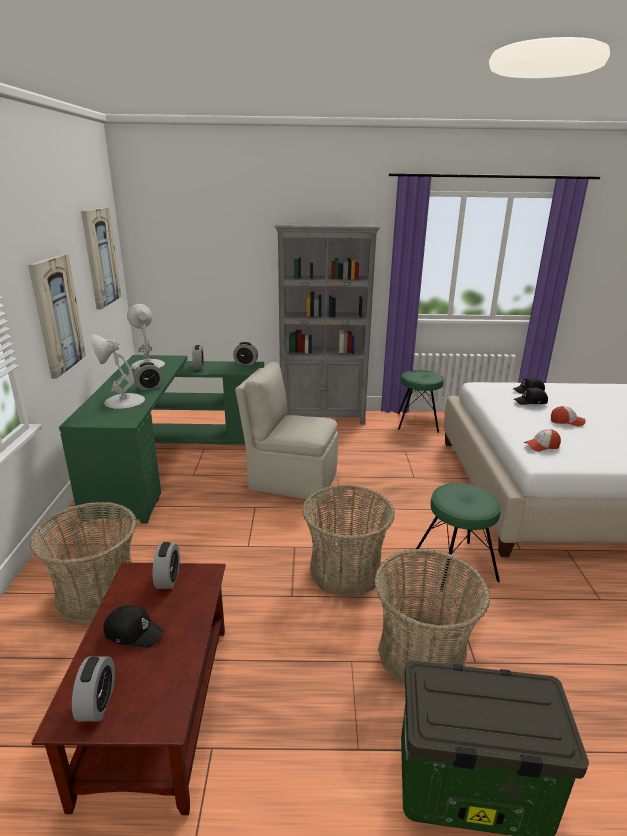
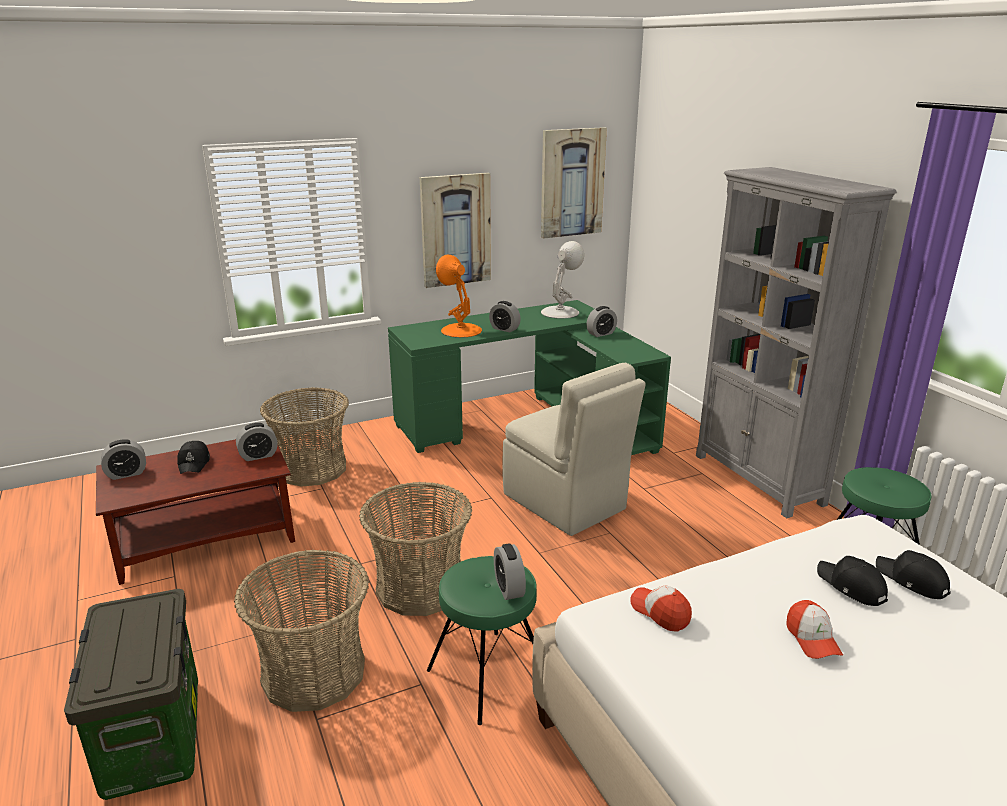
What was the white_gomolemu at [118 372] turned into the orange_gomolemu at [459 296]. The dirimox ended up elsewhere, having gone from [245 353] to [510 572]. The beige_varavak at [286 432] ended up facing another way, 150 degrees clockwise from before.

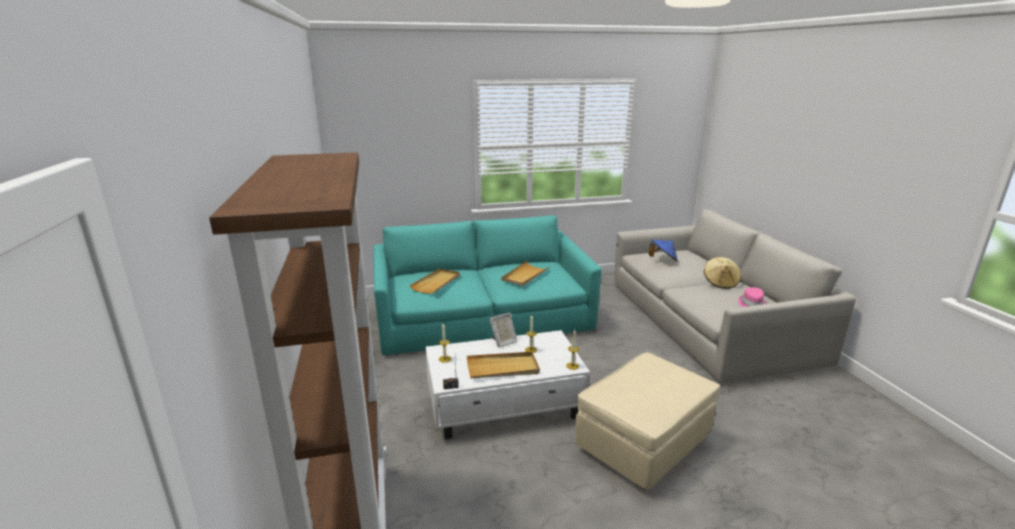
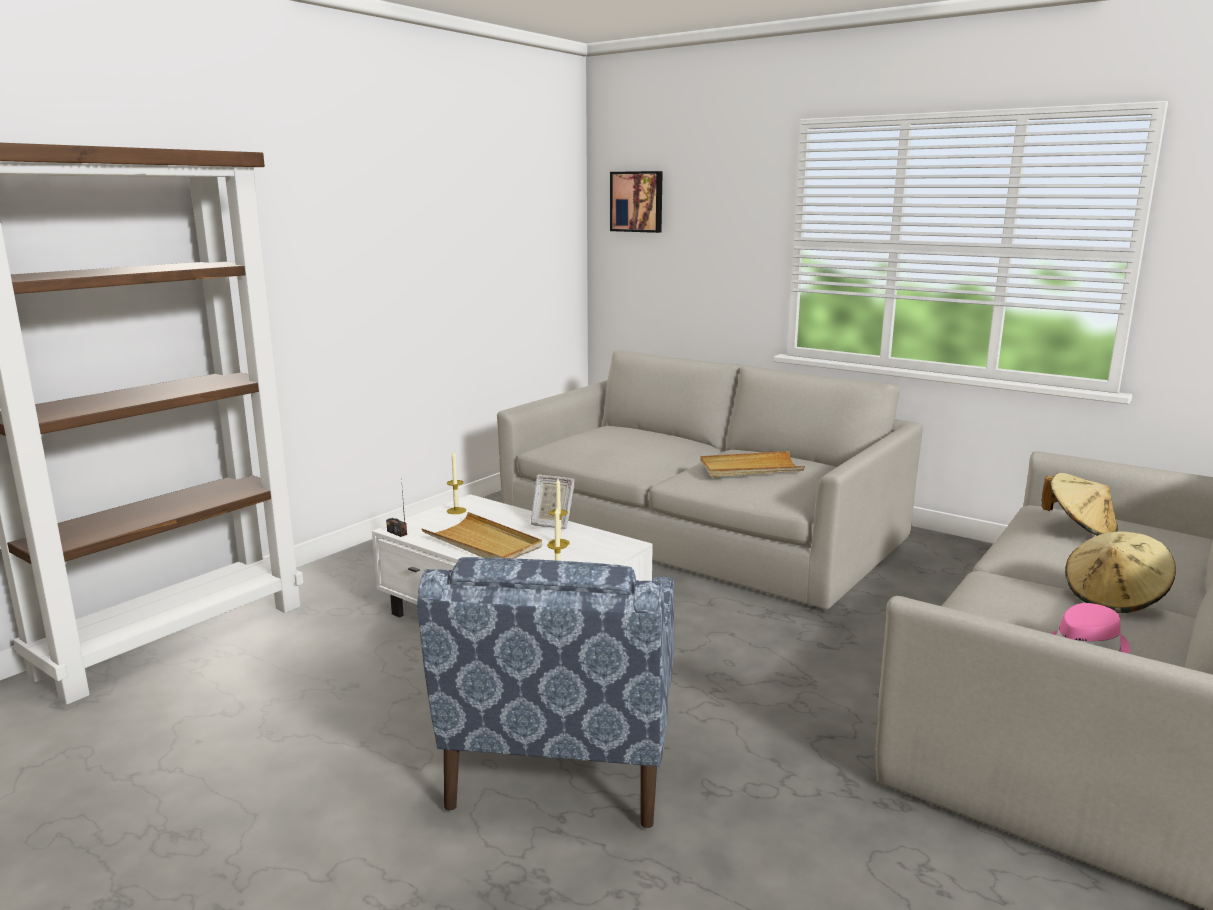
Where the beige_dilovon stood at [647 421], the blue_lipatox came to stand at [545 692]. What was the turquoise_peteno at [487 285] turned into the grey_peteno at [710 480]. The second view gained the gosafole at [636 202]. What was the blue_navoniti at [663 250] turned into the beige_navoniti at [1079 504]. The second view lost the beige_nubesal at [434 281].

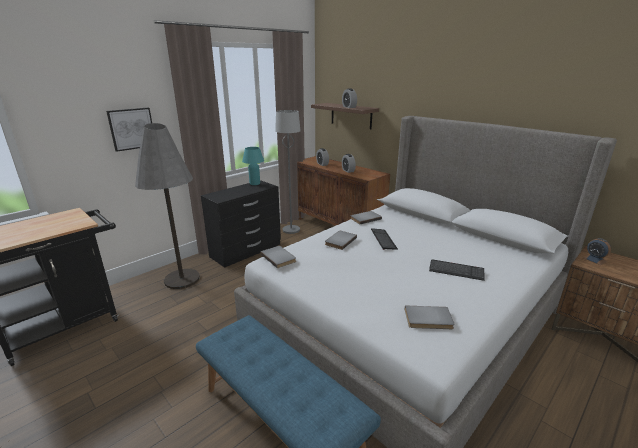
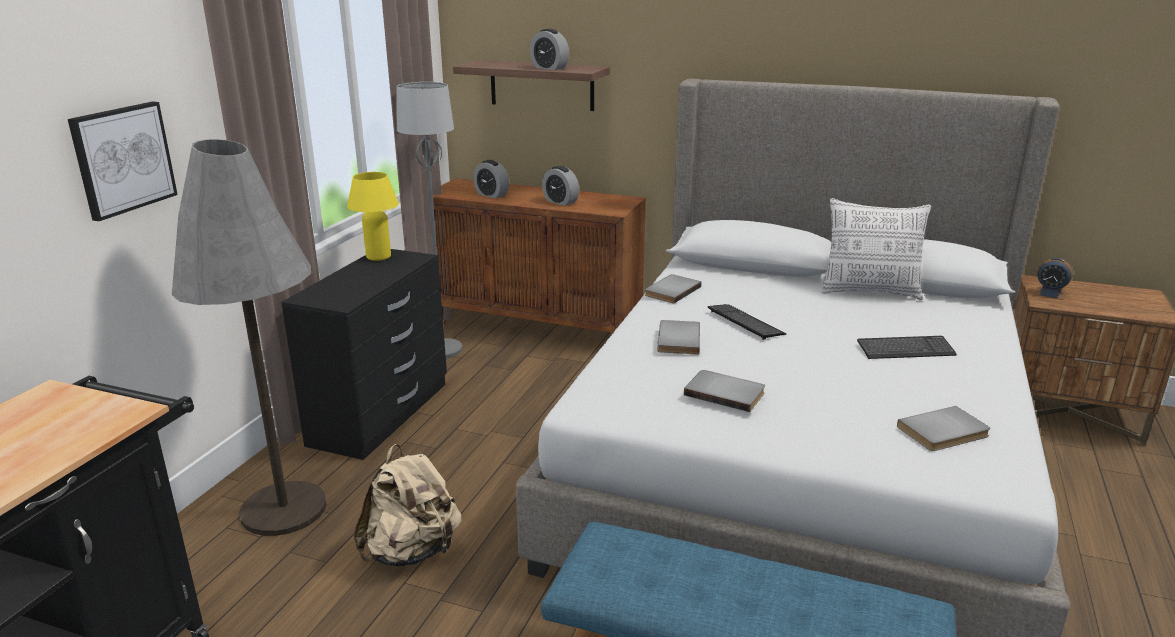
What was the turquoise_gomolemu at [253 166] turned into the yellow_gomolemu at [373 216]. The second view gained the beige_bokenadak at [408 505]. The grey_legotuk ended up elsewhere, having gone from [278 257] to [724 391]. The second view gained the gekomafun at [876 249].

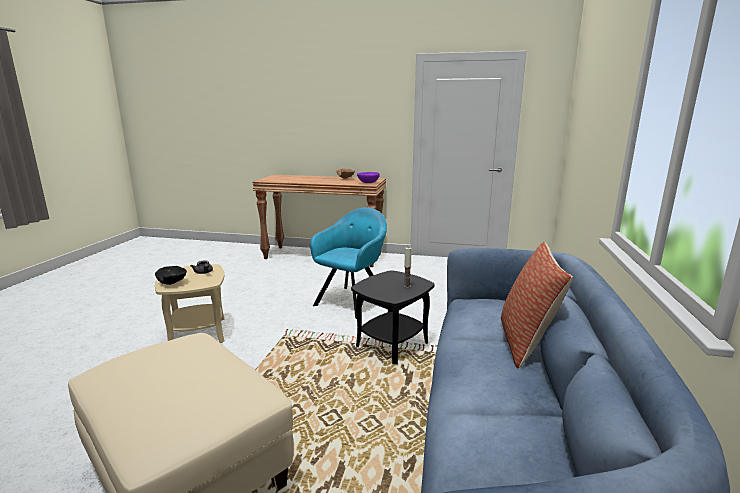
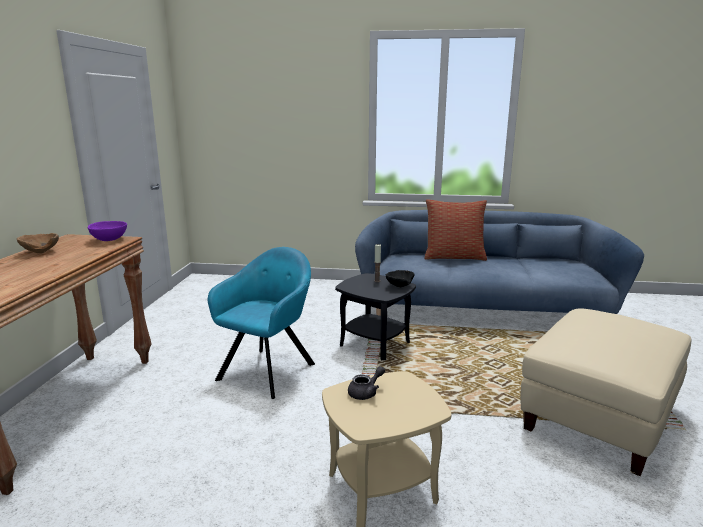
The turquoise_lipatox at [348 263] ended up facing another way, 90 degrees clockwise from before. The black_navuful ended up elsewhere, having gone from [171 275] to [400 278].

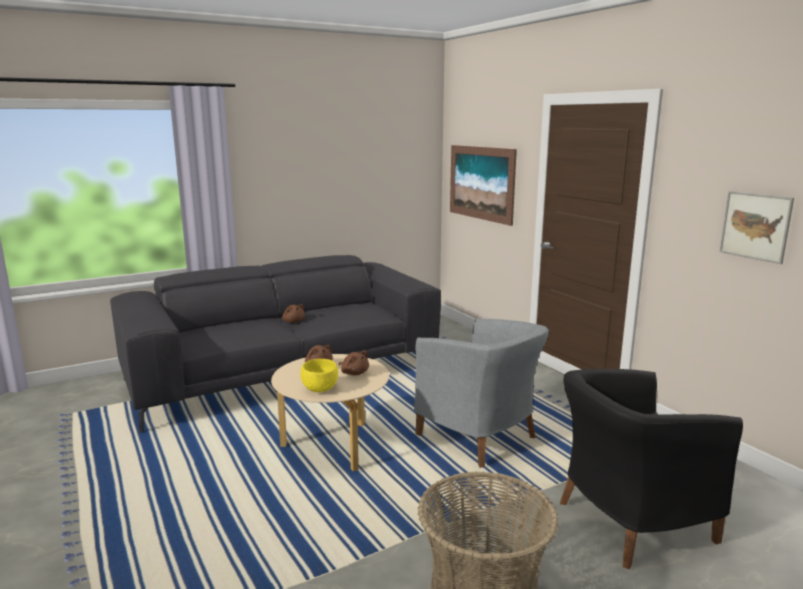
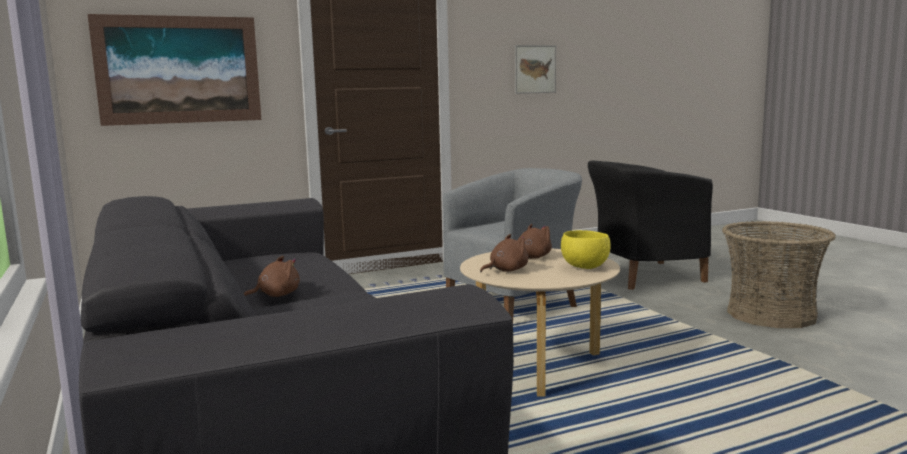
The black_lipatox at [651 469] ended up facing another way, 90 degrees clockwise from before.

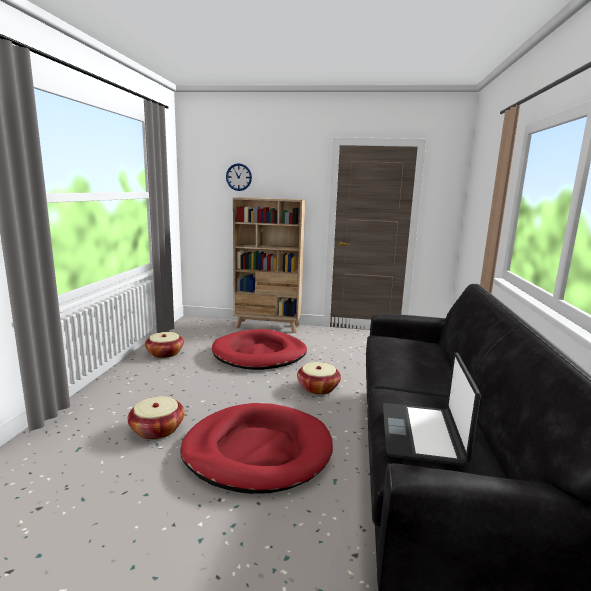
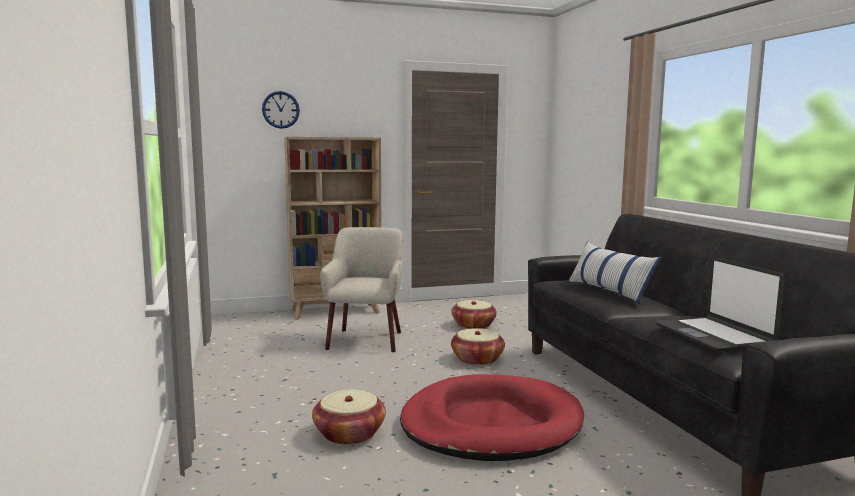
Where the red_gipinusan stood at [259 349], the beige_lipatox came to stand at [361 289]. The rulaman ended up elsewhere, having gone from [164 345] to [474 314]. The second view gained the gekomafun at [614 272].

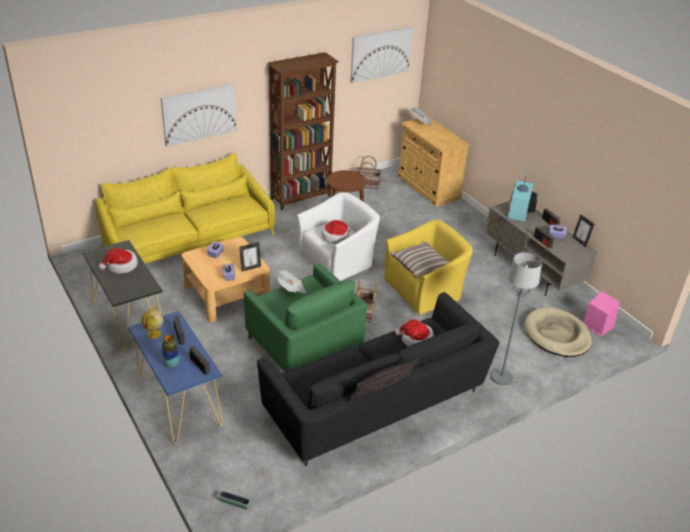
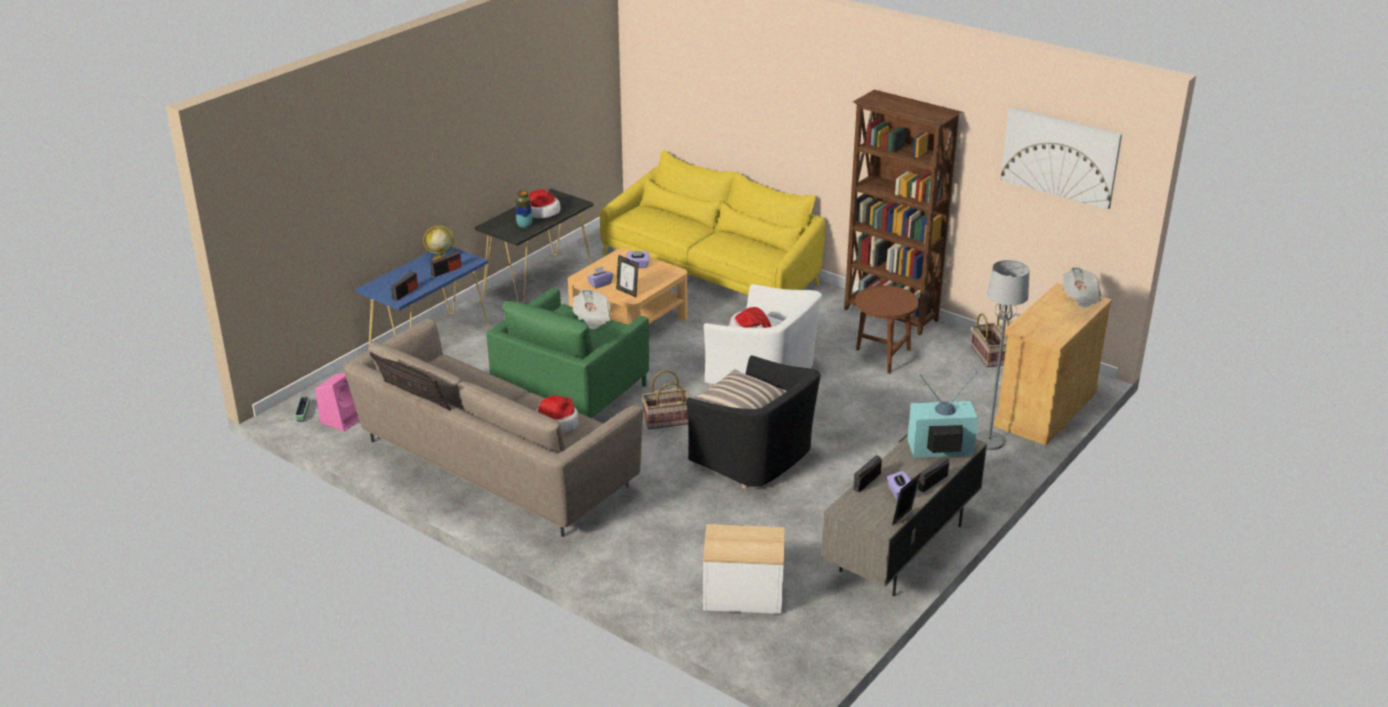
The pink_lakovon ended up elsewhere, having gone from [601 314] to [337 401]. What was the black_peteno at [378 379] turned into the beige_peteno at [493 427]. The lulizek ended up elsewhere, having gone from [170 351] to [524 209]. What was the yellow_lipatox at [428 268] turned into the black_lipatox at [753 422]. Where the beige_gipinusan stood at [558 332], the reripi came to stand at [744 569]. The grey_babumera ended up elsewhere, having gone from [516 318] to [1003 355]. The second view lost the gosafole at [198 115].

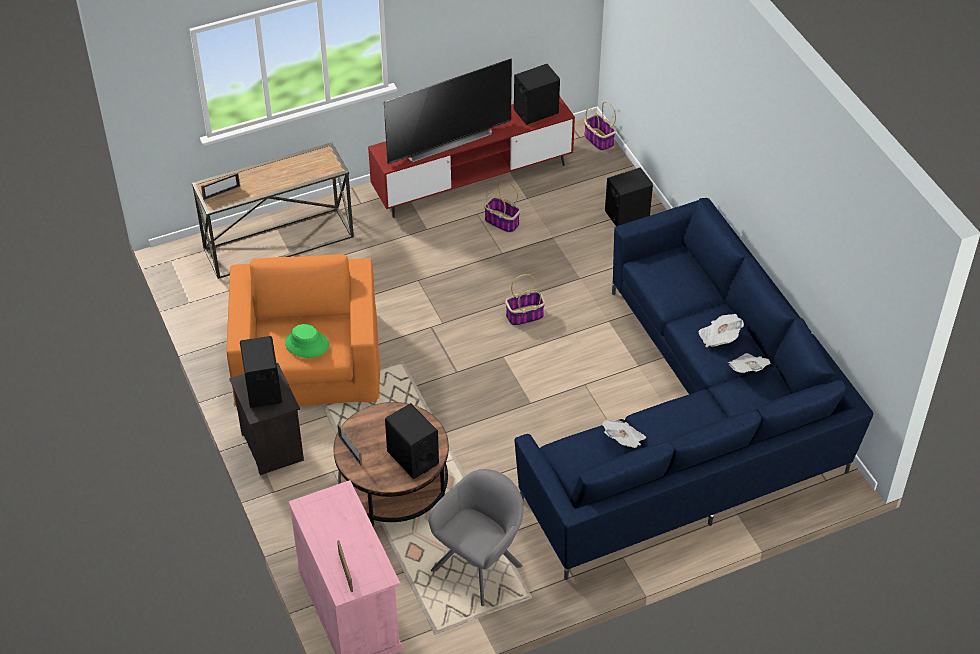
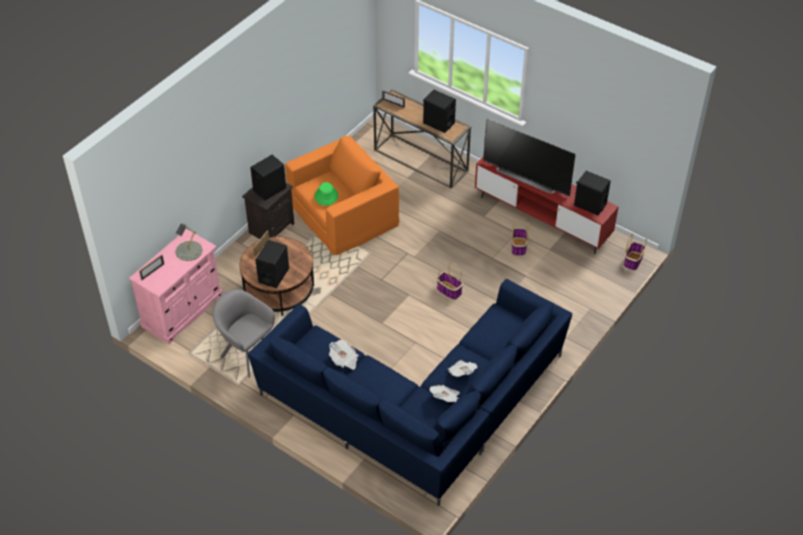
The second view gained the grey_gomolemu at [189 242]. The grey_lipatox at [476 537] ended up facing another way, 150 degrees counterclockwise from before. The black_lakovon ended up elsewhere, having gone from [629 197] to [439 111].

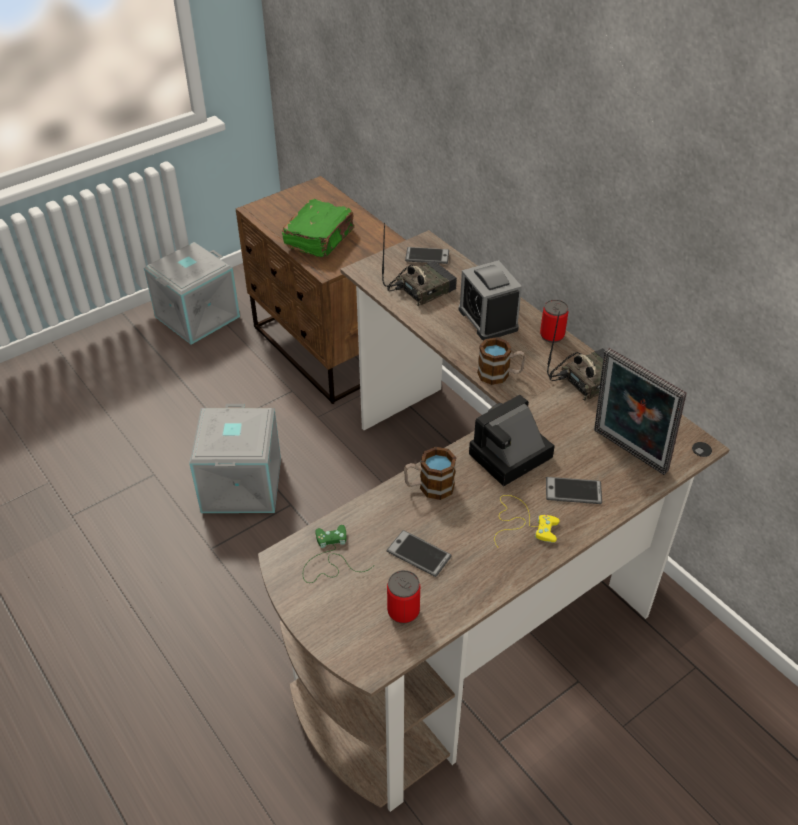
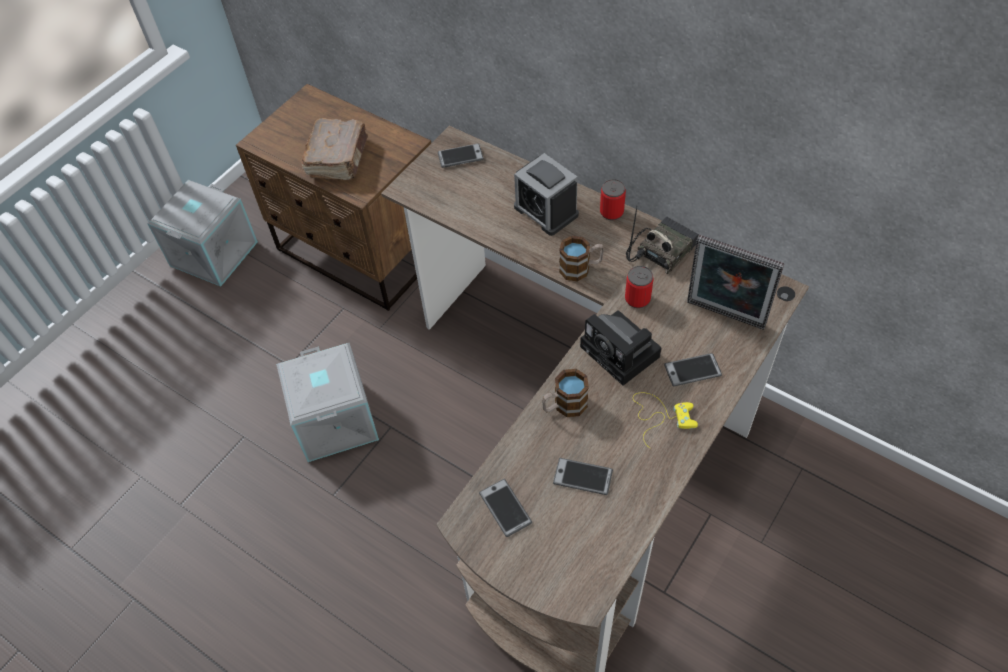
What was the green_legotuk at [318 228] turned into the brown_legotuk at [335 149]. Where the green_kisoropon stood at [338 554], the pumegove came to stand at [505 508]. The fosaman at [512 441] ended up facing another way, 75 degrees counterclockwise from before. The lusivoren ended up elsewhere, having gone from [403 597] to [639 287]. The second view lost the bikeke at [419 264].

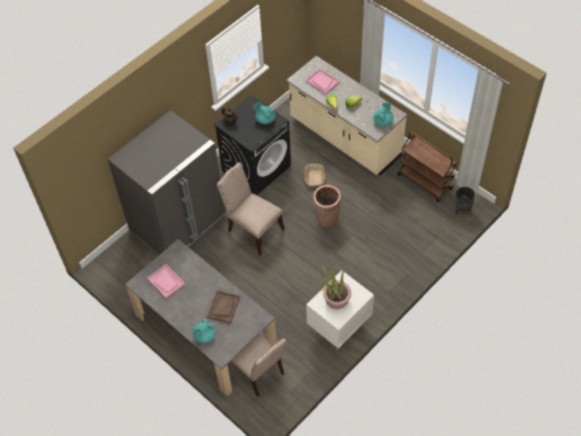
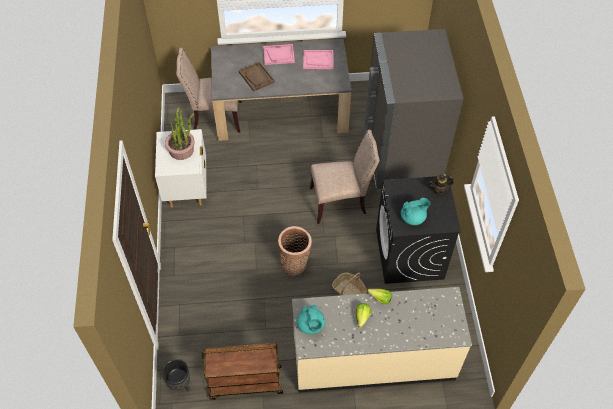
The pink_nubesal ended up elsewhere, having gone from [323 81] to [279 54]. The second view lost the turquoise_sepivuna at [203 331].

